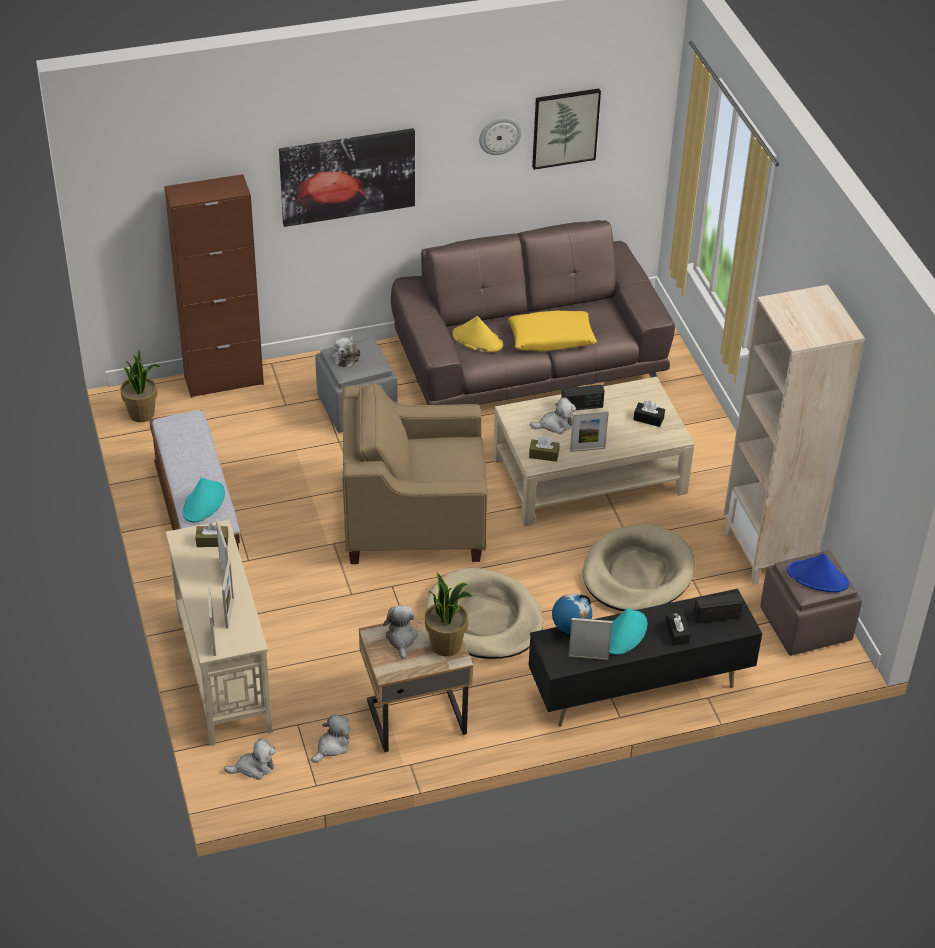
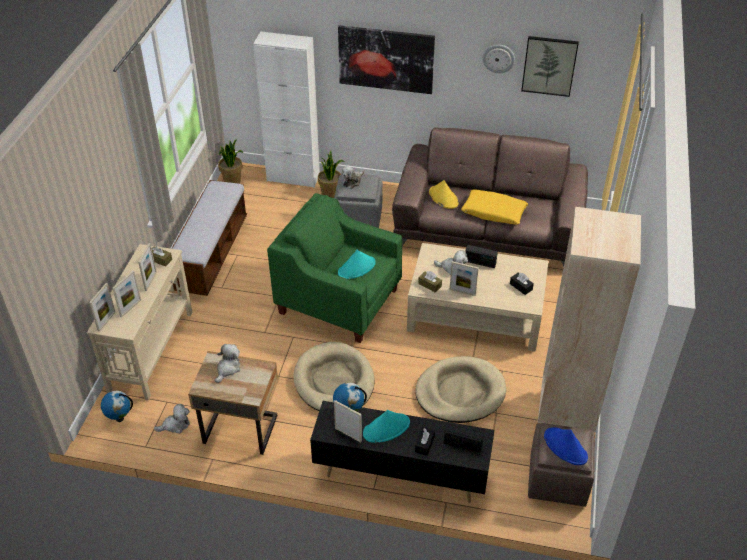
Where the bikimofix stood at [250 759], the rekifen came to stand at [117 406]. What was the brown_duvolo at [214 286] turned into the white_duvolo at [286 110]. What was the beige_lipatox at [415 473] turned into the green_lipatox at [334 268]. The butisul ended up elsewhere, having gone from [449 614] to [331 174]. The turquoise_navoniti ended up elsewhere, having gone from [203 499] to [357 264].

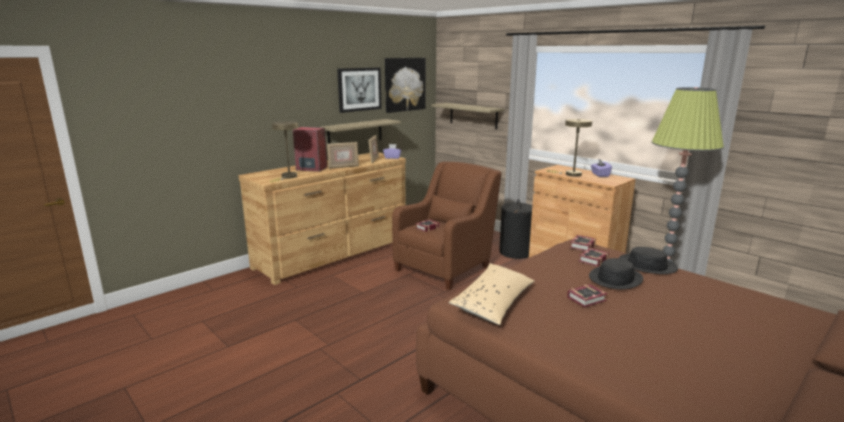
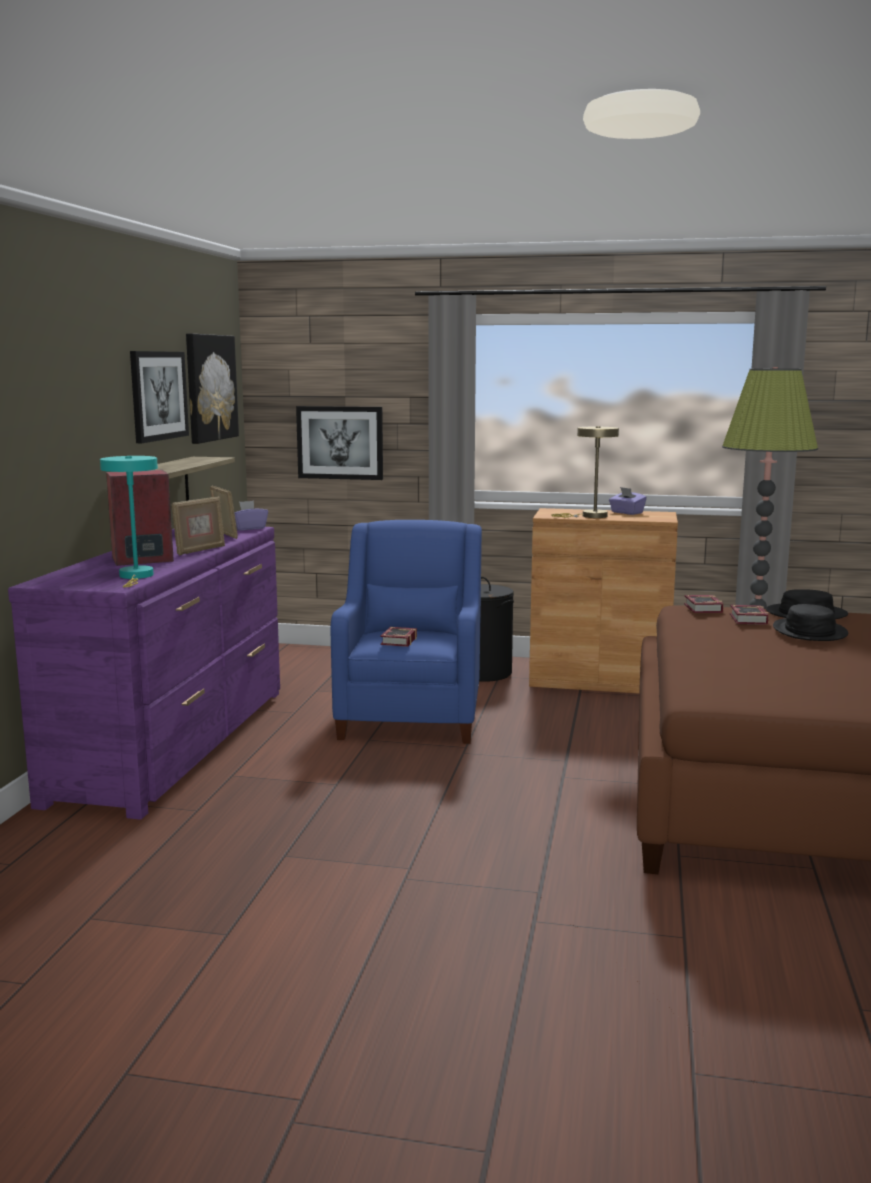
What was the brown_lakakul at [322 218] turned into the purple_lakakul at [144 673]. What was the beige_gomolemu at [283 151] turned into the turquoise_gomolemu at [129 521]. Where the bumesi hung at [467 116], the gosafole came to hang at [339 443]. What was the brown_lipatox at [446 226] turned into the blue_lipatox at [406 632]. The second view lost the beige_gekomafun at [491 294]. The second view lost the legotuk at [587 295].

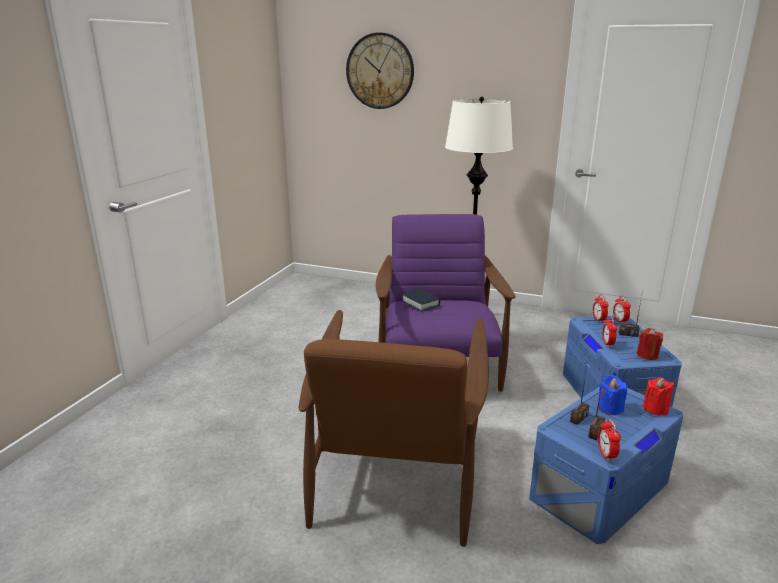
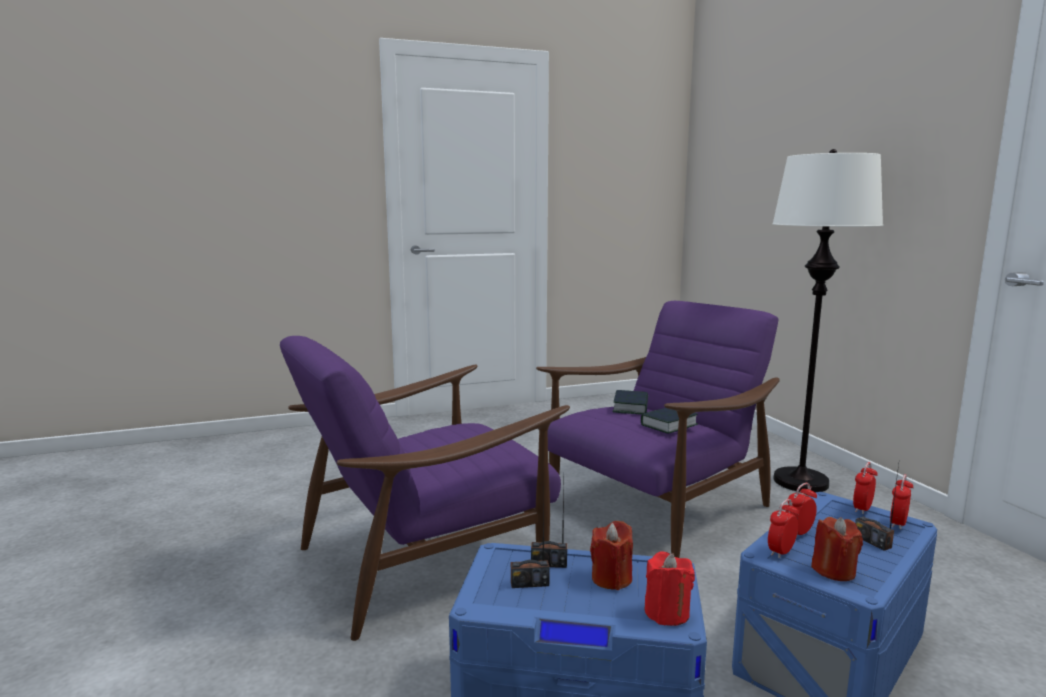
What was the brown_lipatox at [394 428] turned into the purple_lipatox at [425 488]. What was the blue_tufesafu at [612 395] turned into the red_tufesafu at [611 555]. The second view gained the legotuk at [669 421]. The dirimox ended up elsewhere, having gone from [609 440] to [783 528]. The second view lost the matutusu at [380 70].

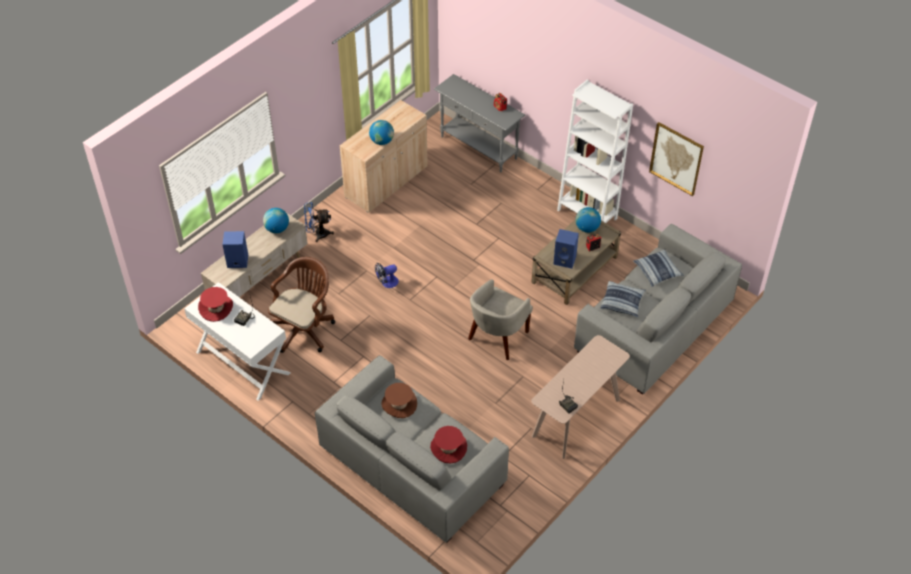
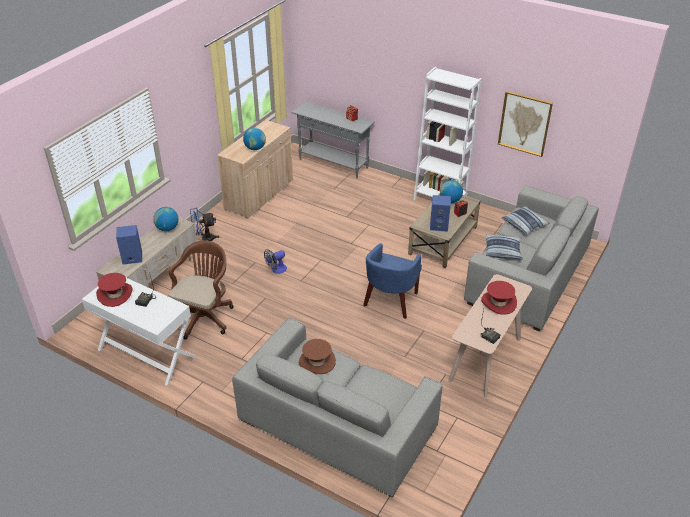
What was the beige_lipatox at [500 319] turned into the blue_lipatox at [392 281]. The red_navoniti ended up elsewhere, having gone from [448 444] to [499 298].

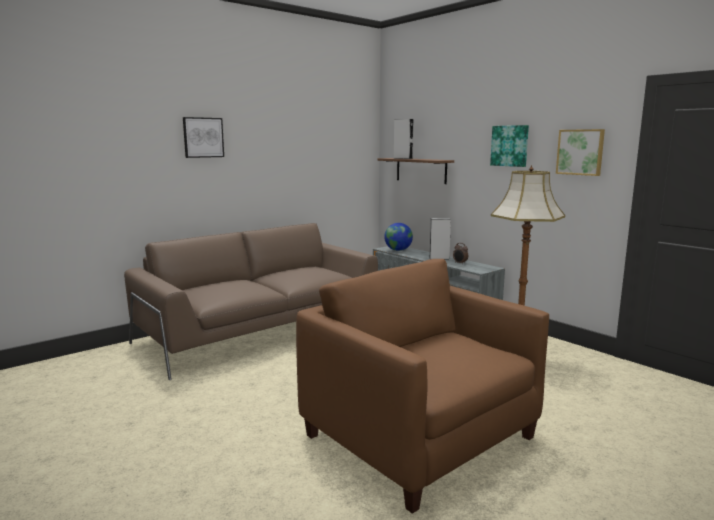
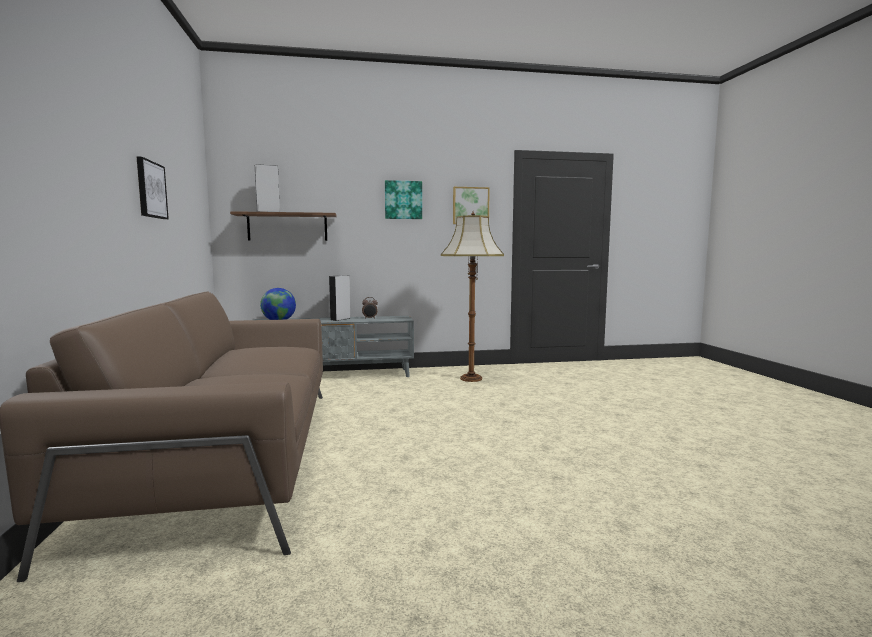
The gosafole ended up elsewhere, having gone from [203 137] to [152 187]. The second view lost the brown_lipatox at [422 386].

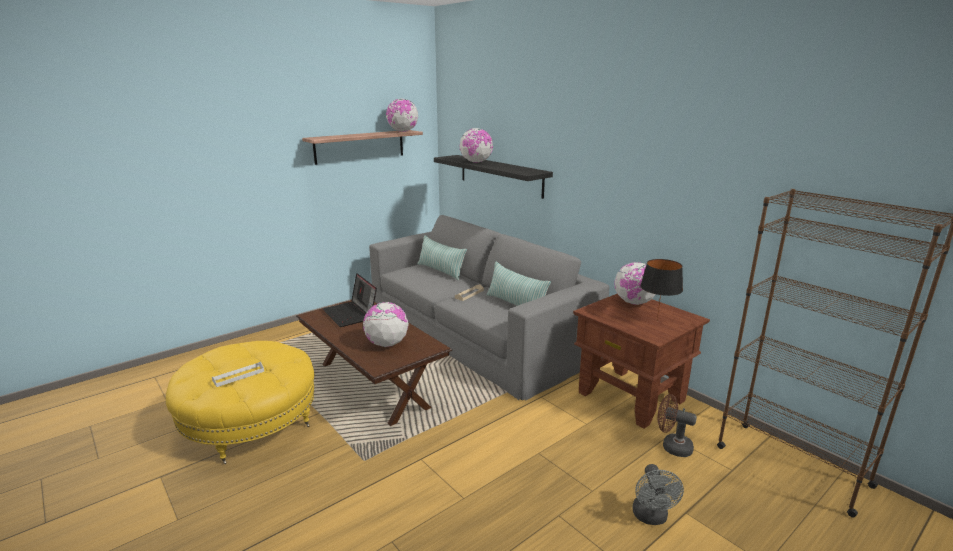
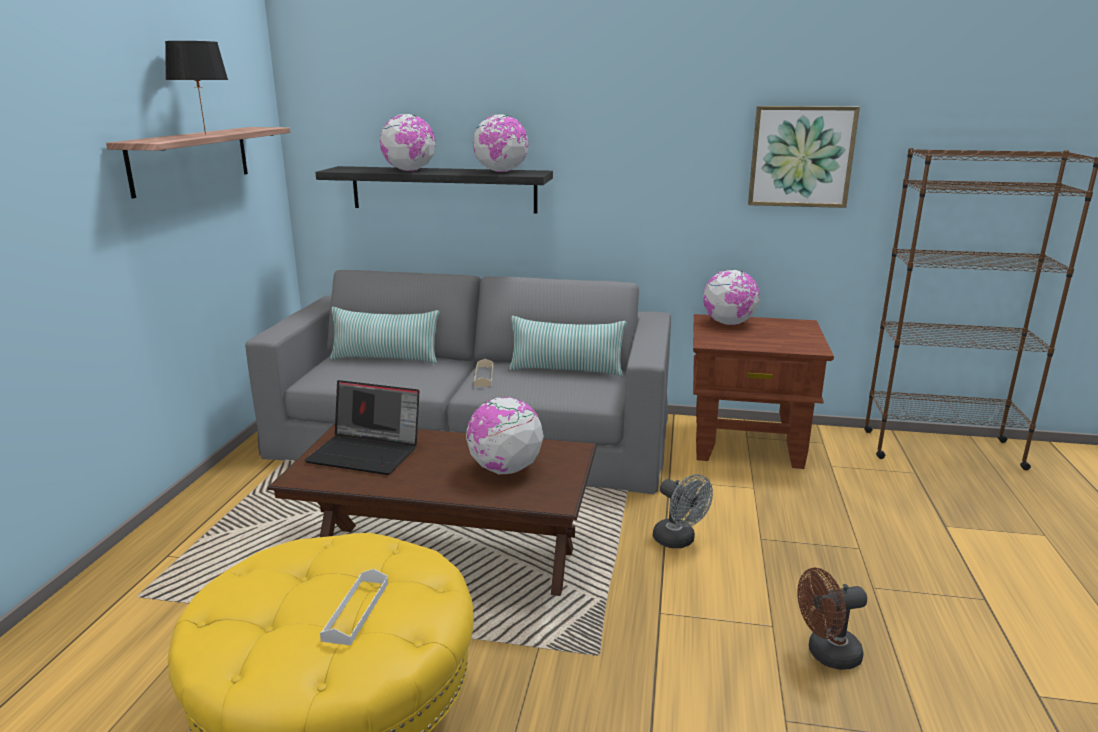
The black_gomolemu ended up elsewhere, having gone from [661 290] to [196 88]. The rekifen ended up elsewhere, having gone from [402 115] to [500 143]. The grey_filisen ended up elsewhere, having gone from [658 494] to [683 511]. The second view gained the gosafole at [804 157]. The brown_filisen ended up elsewhere, having gone from [677 425] to [832 618].

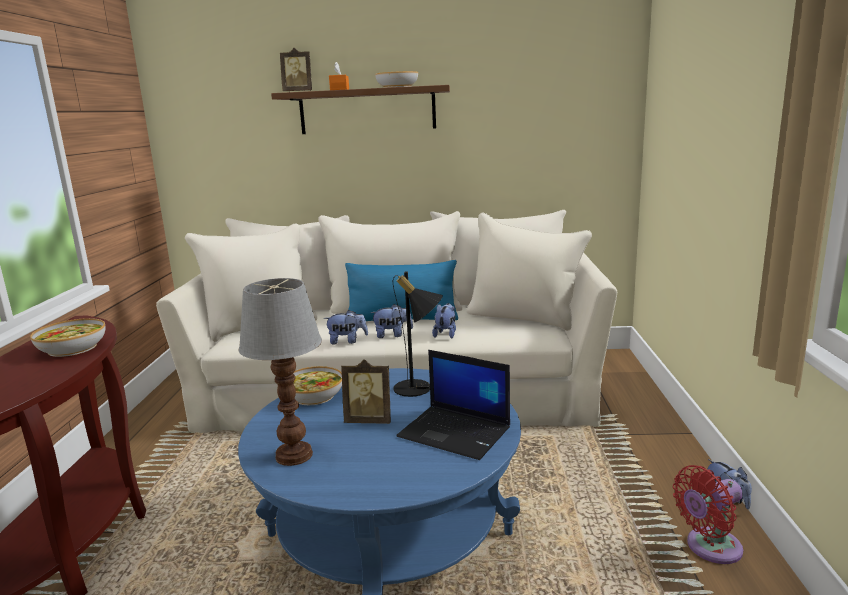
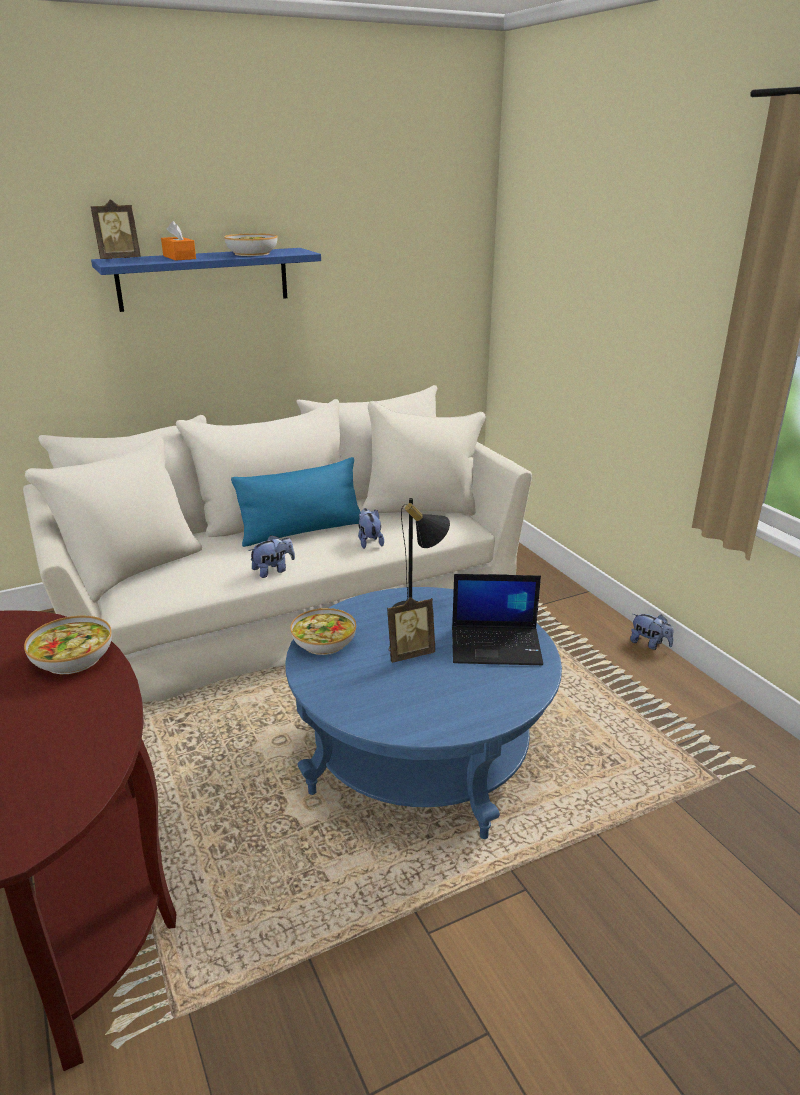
What was the brown_bumesi at [360 109] turned into the blue_bumesi at [206 280]. The second view lost the gomolemu at [280 372]. The second view lost the bikimofix at [392 321]. The second view lost the red_filisen at [708 514].

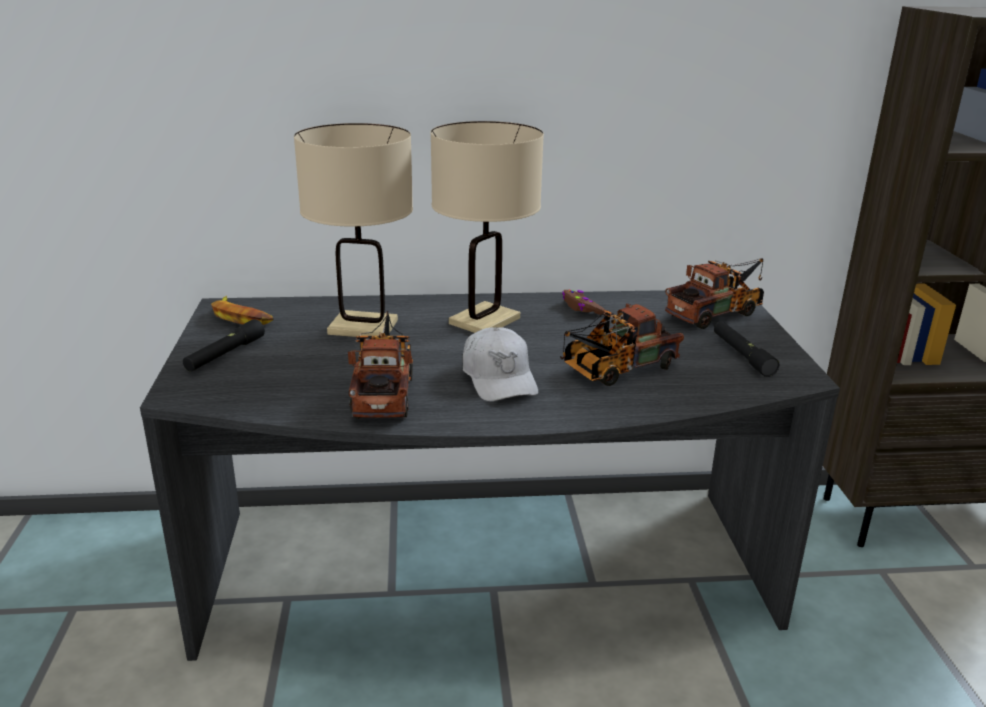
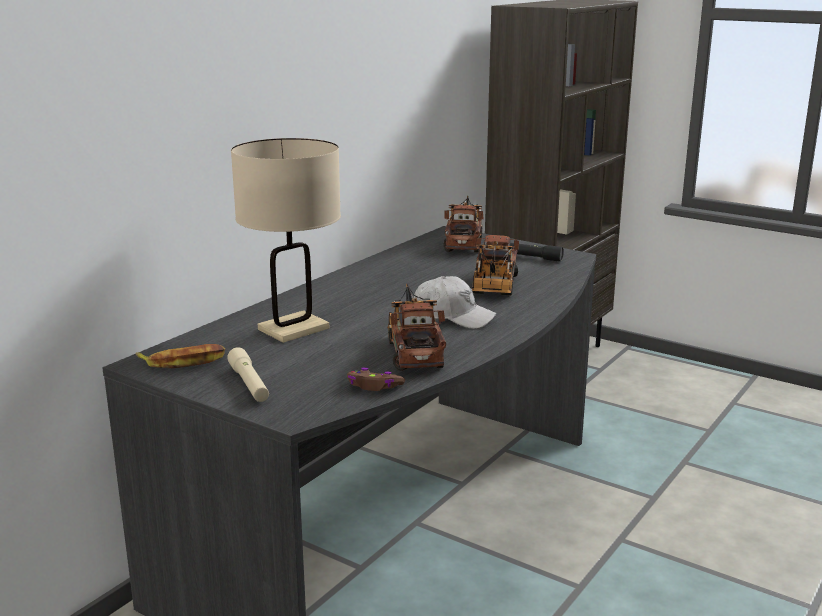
What was the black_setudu at [224 345] turned into the beige_setudu at [248 374]. The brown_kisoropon ended up elsewhere, having gone from [583 302] to [376 379]. The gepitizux at [380 365] ended up facing another way, 45 degrees clockwise from before. The second view lost the beige_gomolemu at [487 227].

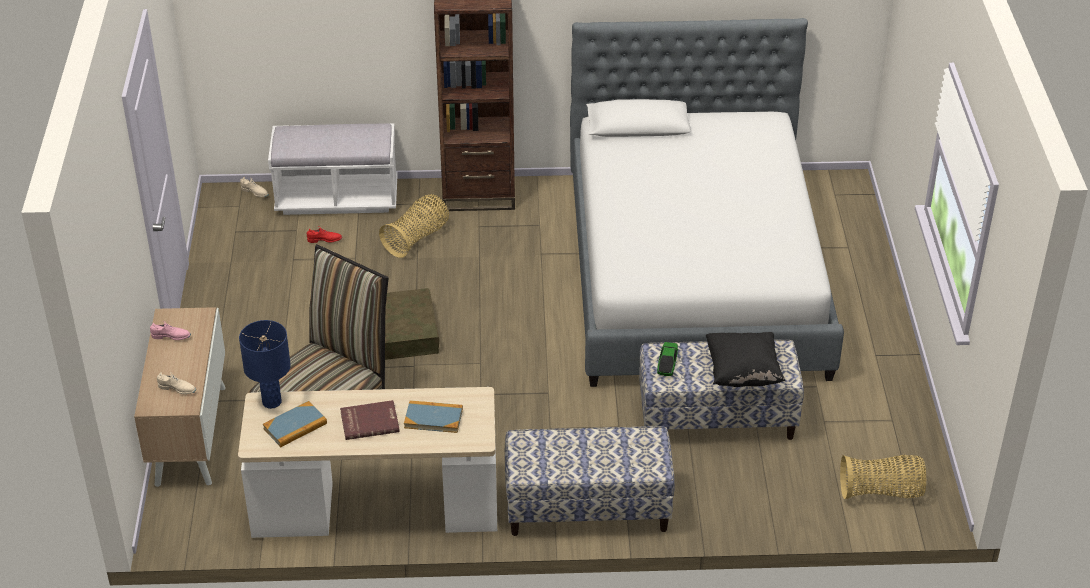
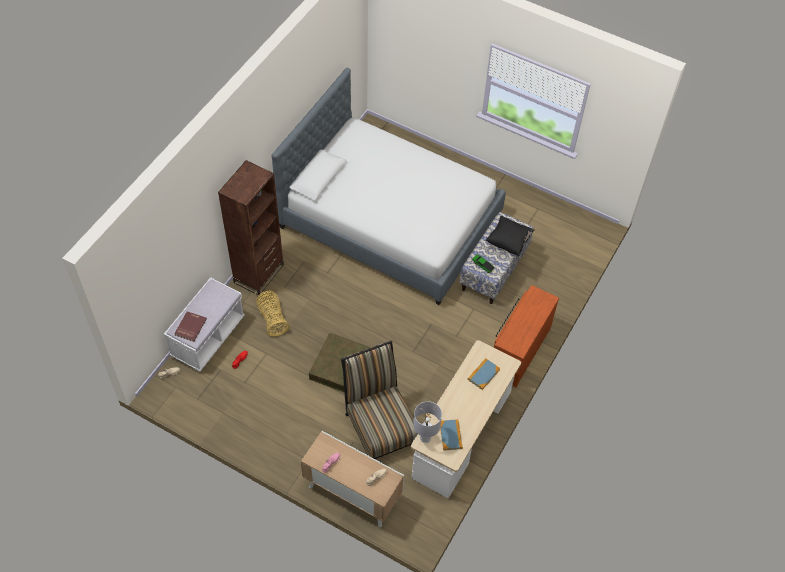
The red_legotuk ended up elsewhere, having gone from [370 420] to [190 326]. What was the blue_gomolemu at [265 364] turned into the grey_gomolemu at [427 422]. Where the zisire stood at [590 481], the brown_lakakul came to stand at [526 336]. The second view lost the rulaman at [883 477].

